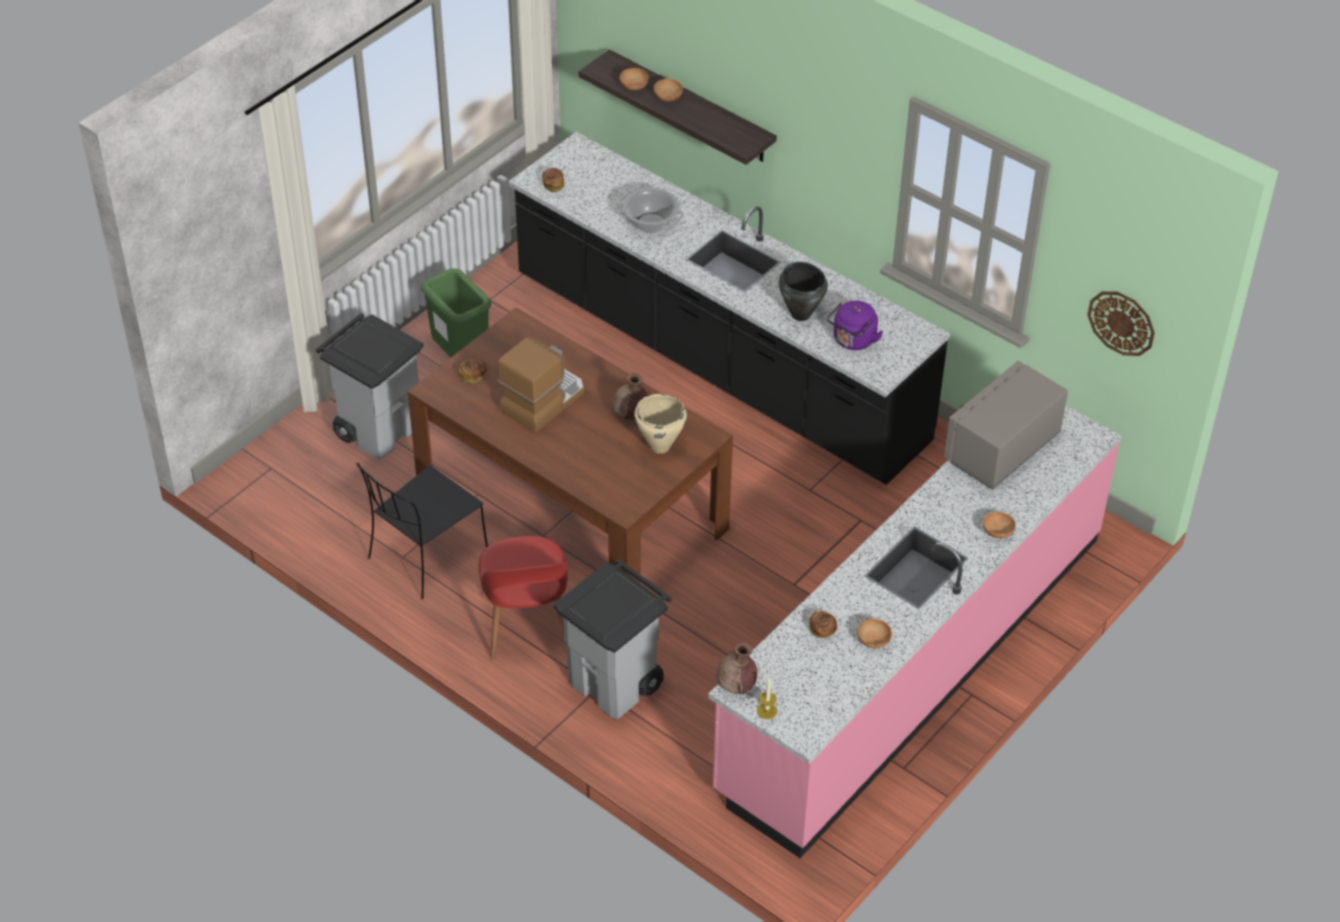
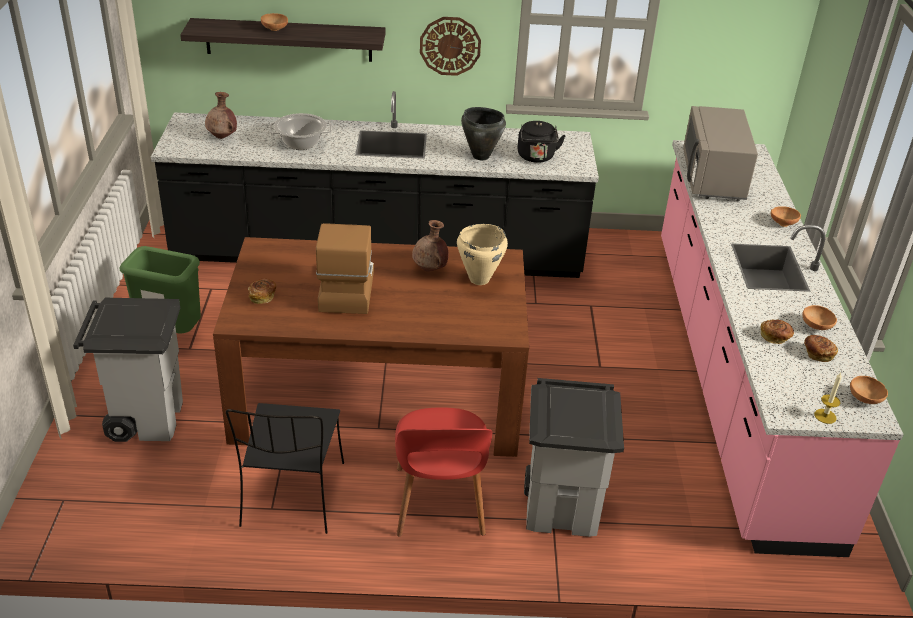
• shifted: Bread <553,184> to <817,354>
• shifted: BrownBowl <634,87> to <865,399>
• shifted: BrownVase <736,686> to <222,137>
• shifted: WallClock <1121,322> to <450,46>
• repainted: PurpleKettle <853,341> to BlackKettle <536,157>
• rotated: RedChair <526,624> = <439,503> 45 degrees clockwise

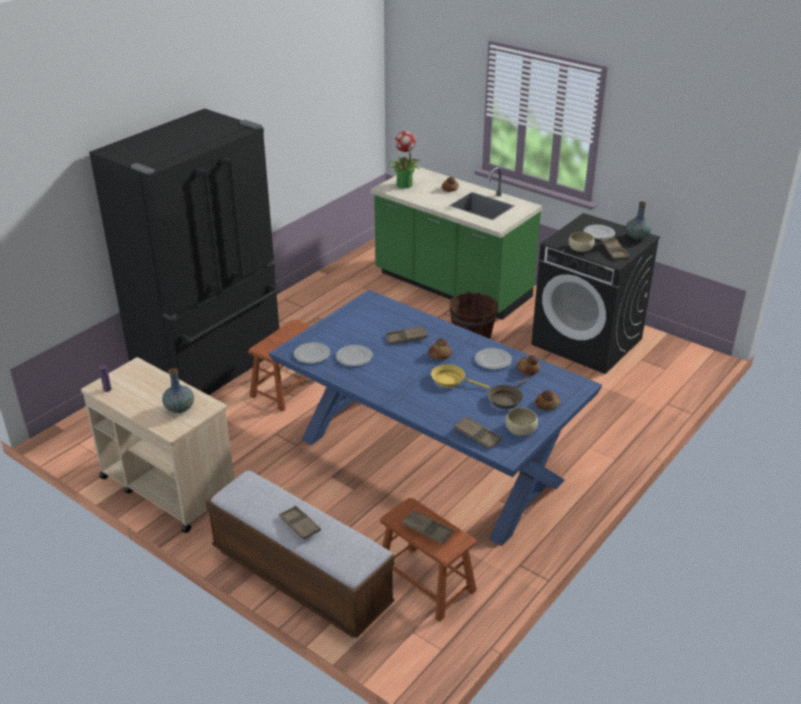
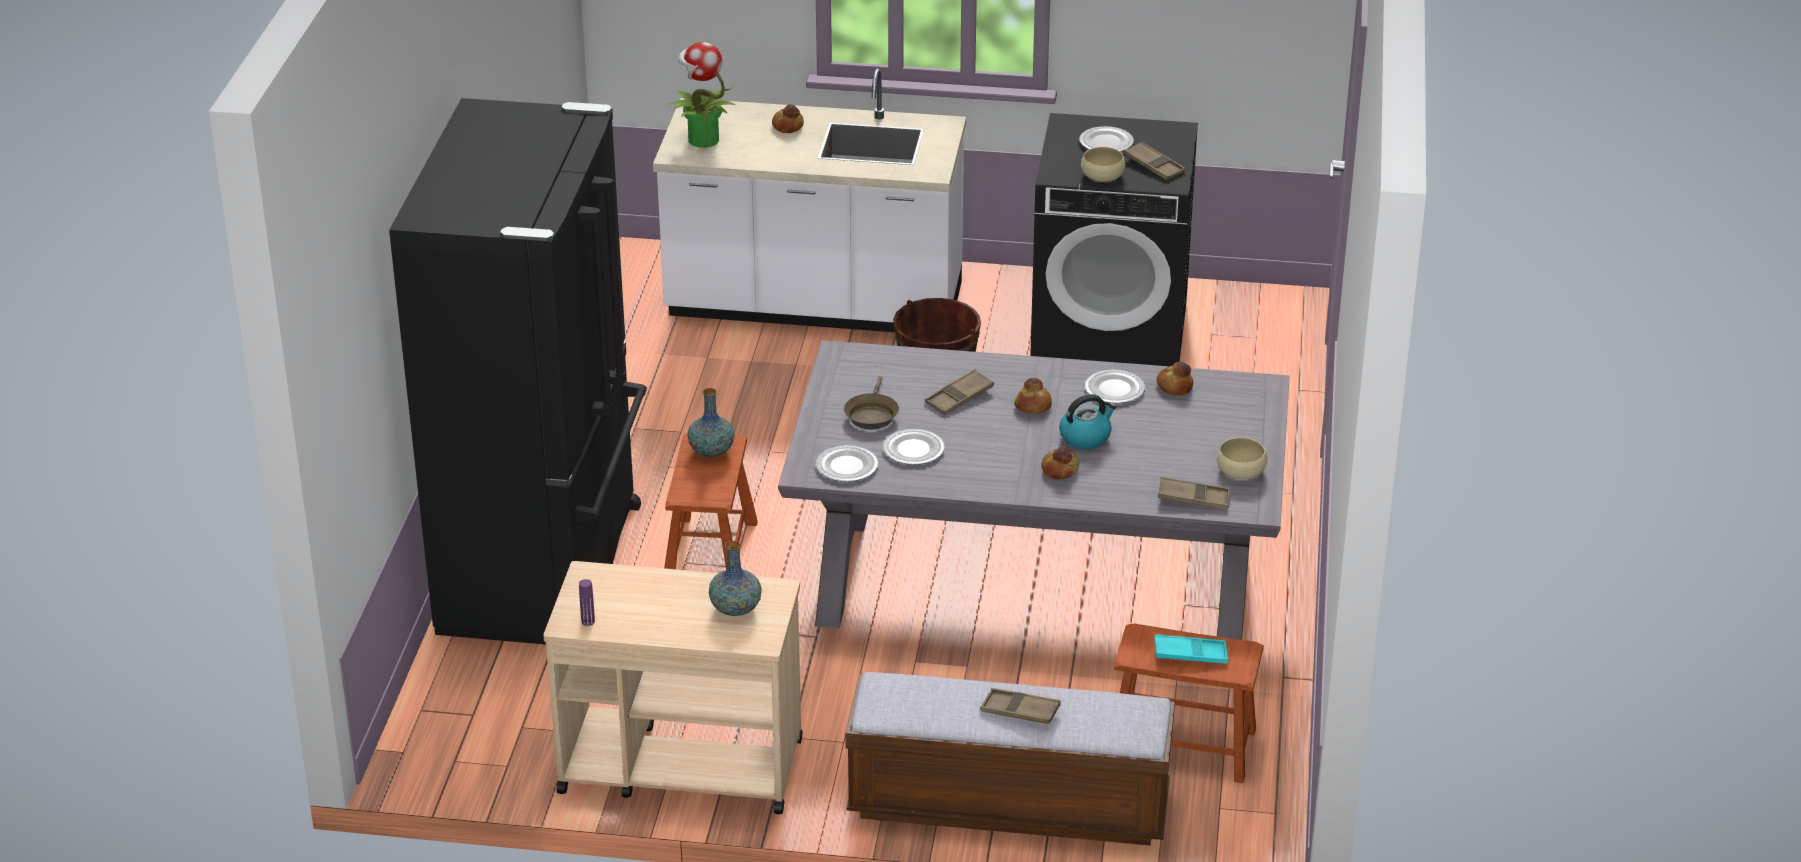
• shifted: BrownFryingPan <506,399> to <871,415>
• shifted: Bread <547,404> to <1060,470>
• shifted: Vase <636,237> to <711,451>
• swapped: YellowFryingPan <451,380> to Kettle <1085,437>
• repainted: BlueDiningTable <428,459> to GreyDiningTable <1033,586>
• repainted: GreenCounter <452,286> to WhiteCounter <814,304>
• repainted: BrownTray <427,530> to TurquoiseTray <1190,654>

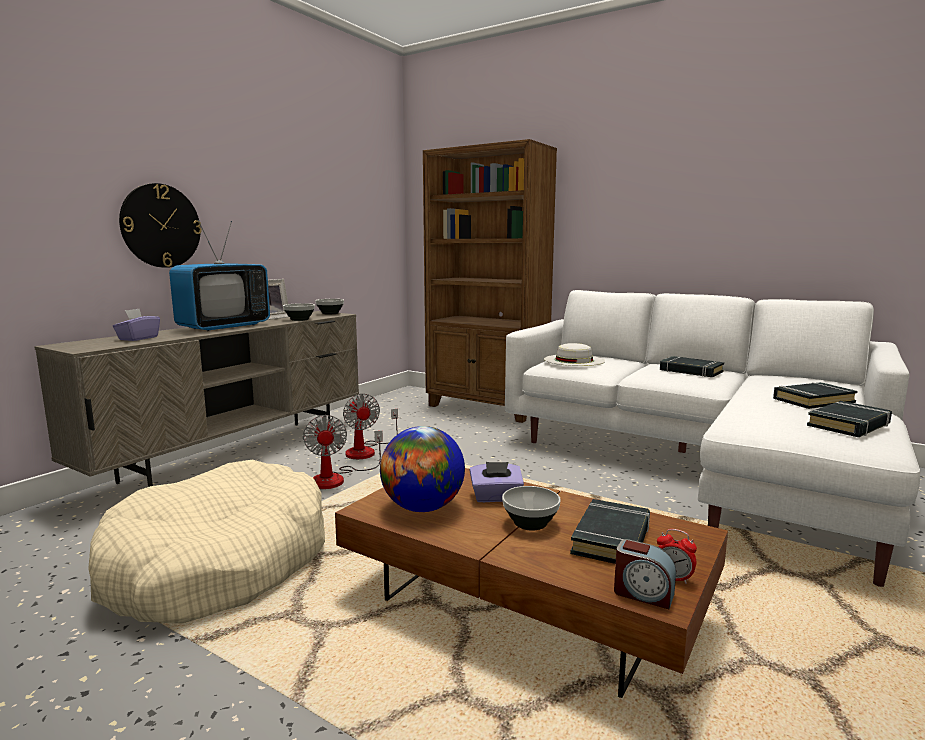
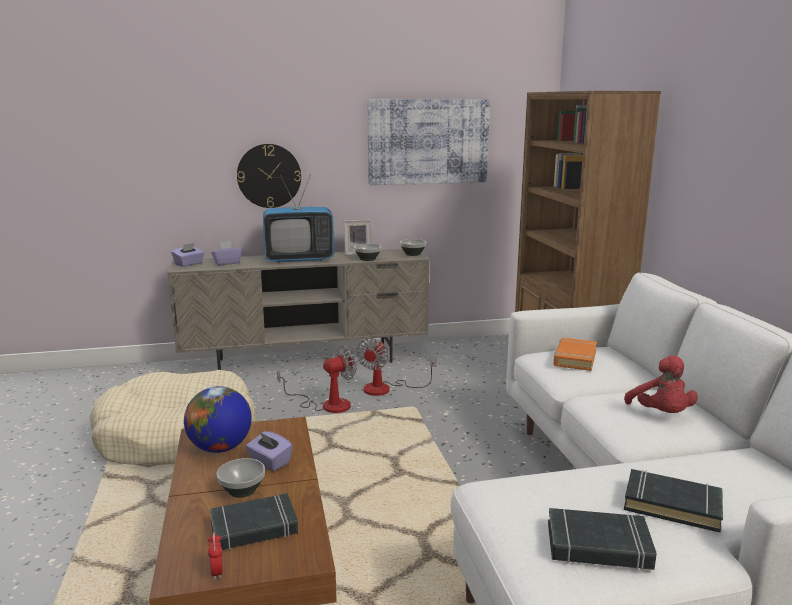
• gone: AlarmClock <643,594>
• new: PurpleTissueBox <189,264>
• new: Picture <427,141>
• swapped: WhiteHat <574,360> to OrangeBook <575,358>
• swapped: BlackBook <690,371> to RedPlushToy <661,414>
• rotated: Fan <337,478> = <327,404> 150 degrees counterclockwise

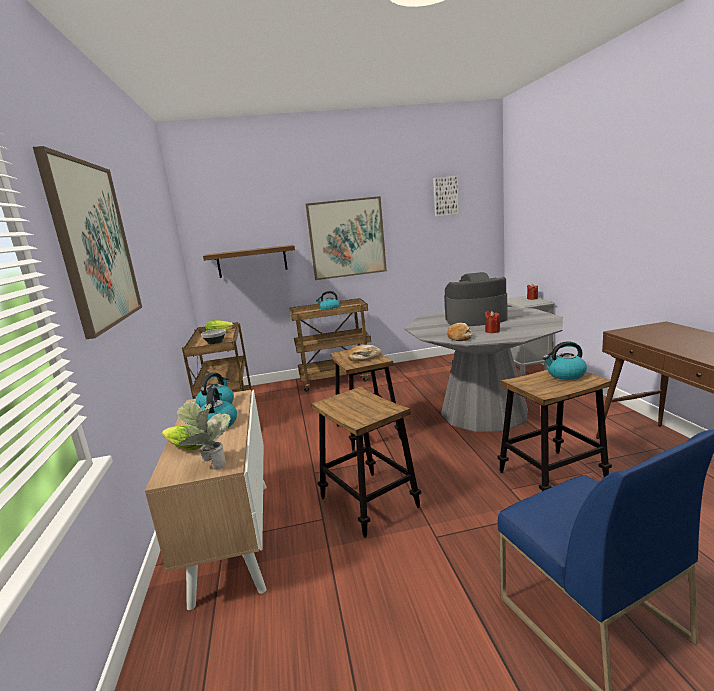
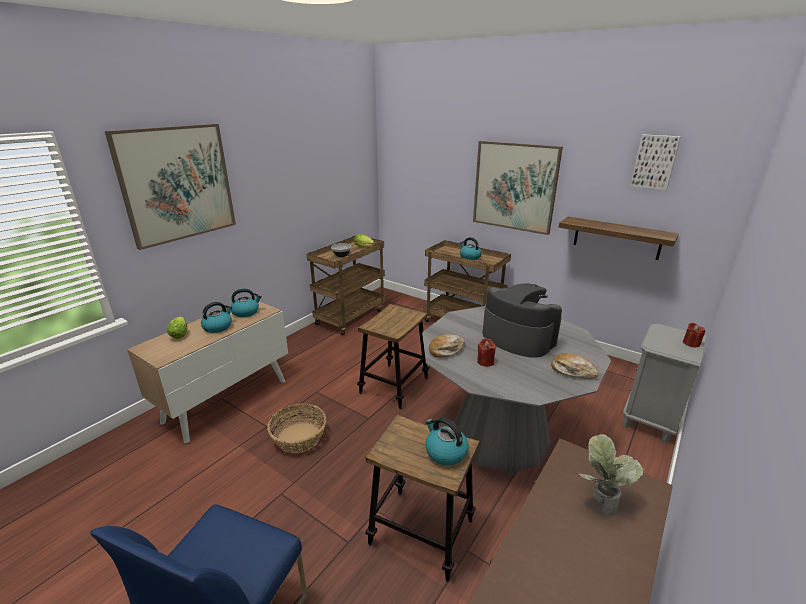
• shifted: PottedPlant <210,465> to <599,501>
• shifted: Shelf <252,261> to <617,238>
• shifted: Bread <364,358> to <572,371>
• swapped: Stool <369,502> to Basket <299,438>

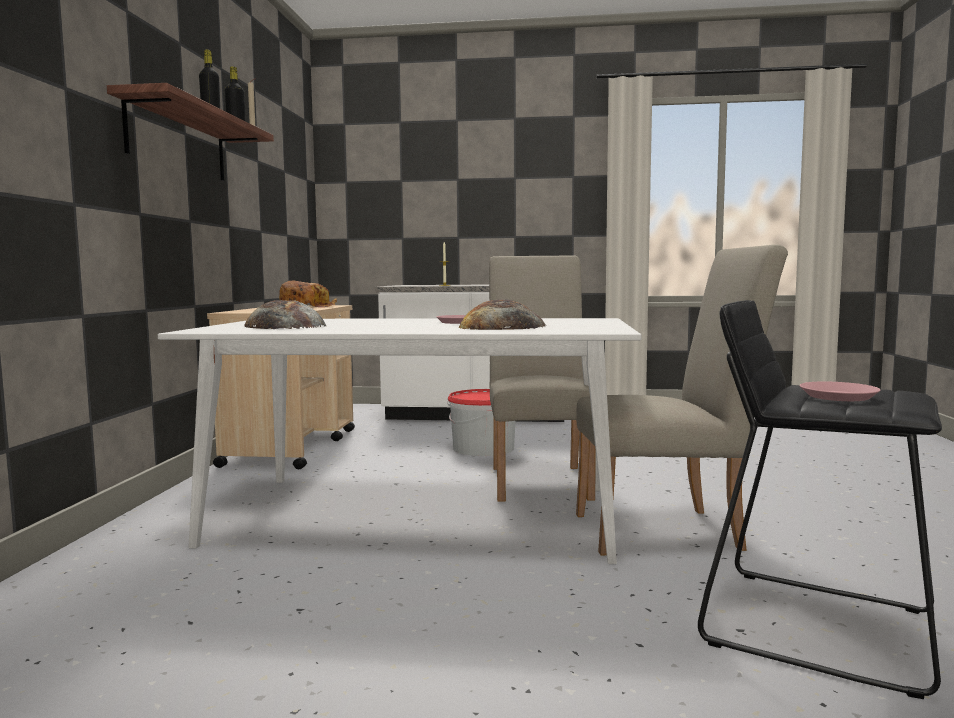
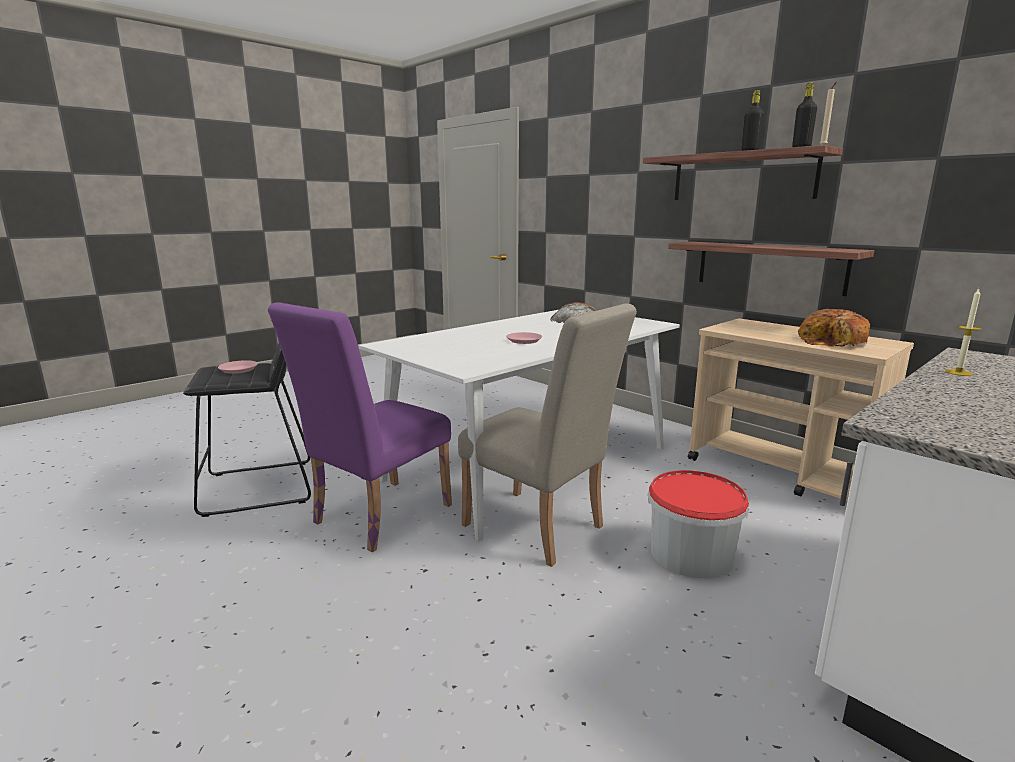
• gone: Bread <502,326>
• new: Shelf <769,267>
• repainted: BeigeChair <669,531> to PurpleChair <375,517>

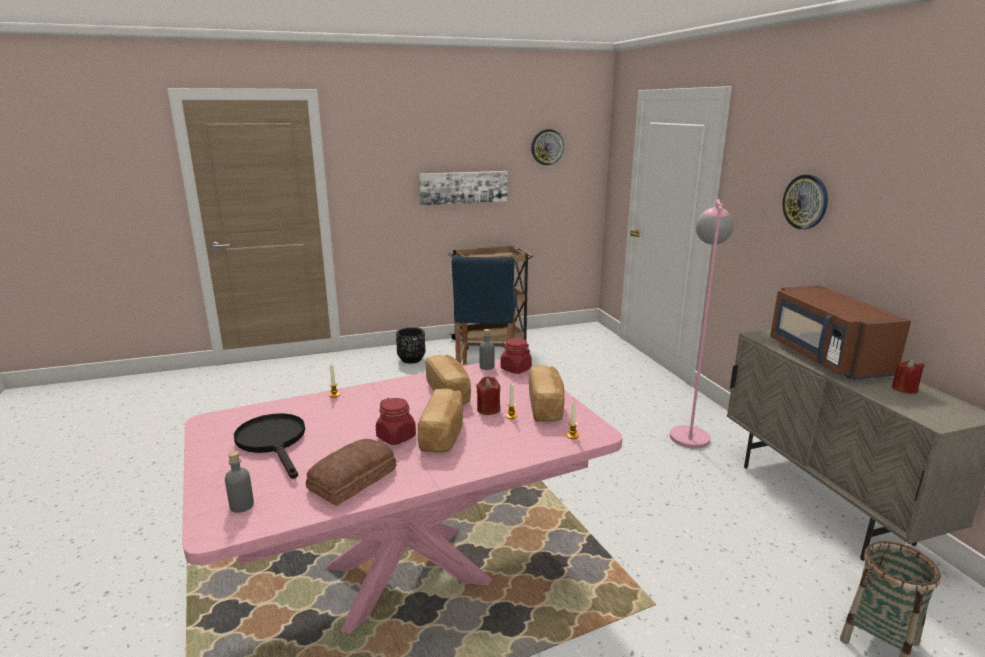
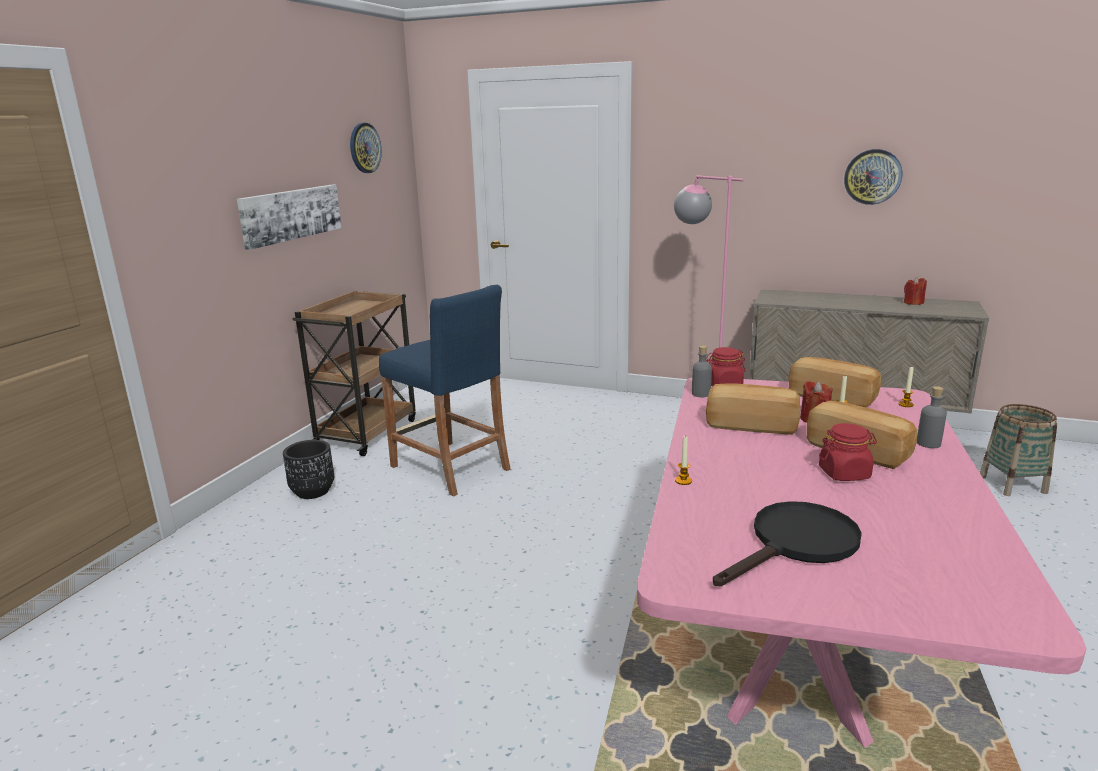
• gone: Bread <355,479>
• gone: BrownMicrowave <825,358>
• shifted: GreyBottle <242,505> to <928,443>
• shifted: WallClock <805,202> to <872,176>
• rotated: BlackFryingPan <274,442> = <796,544> 135 degrees clockwise

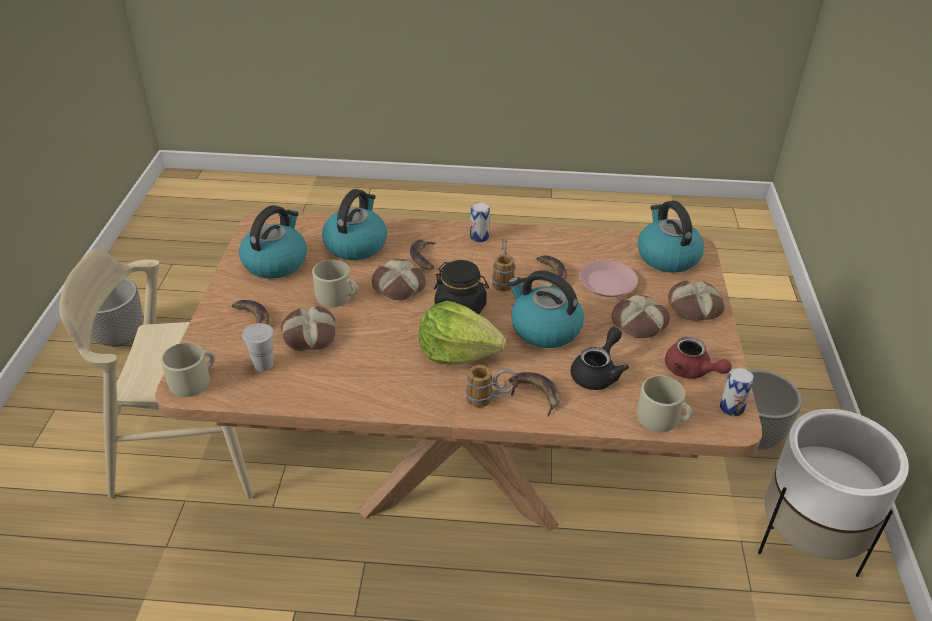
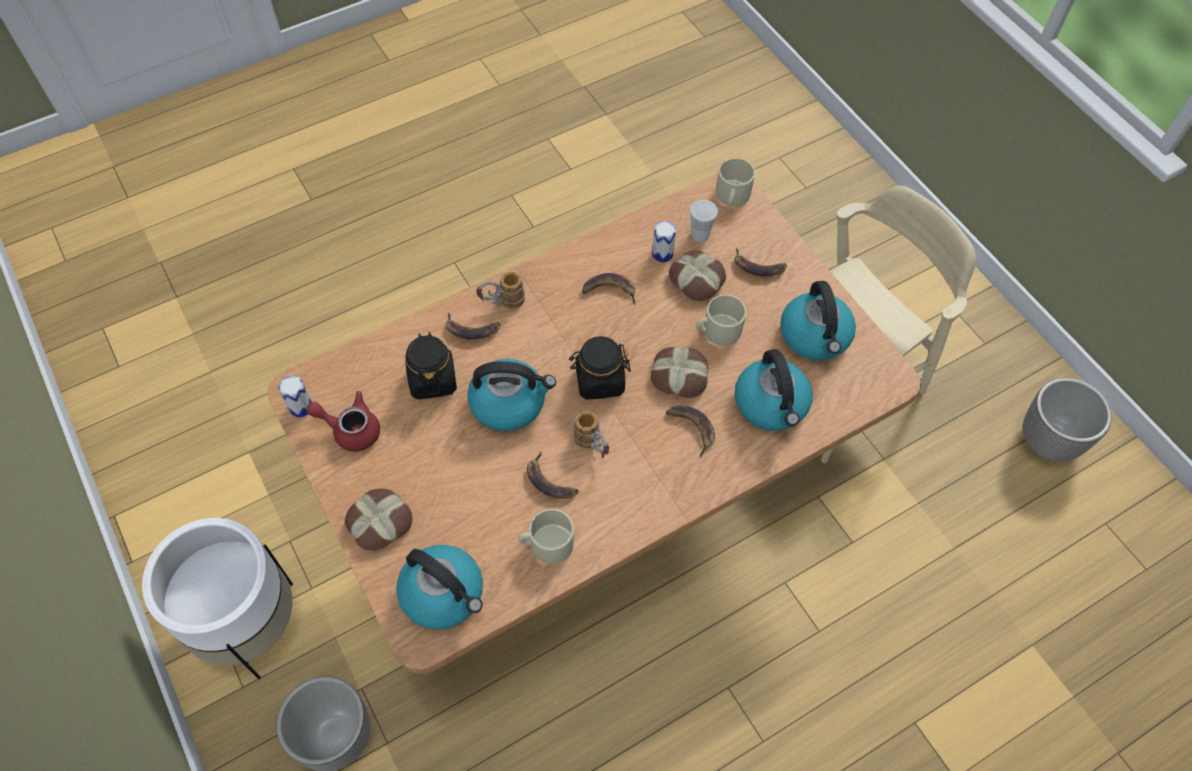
• gone: Lettuce <457,351>
• gone: PinkPlate <607,283>
• gone: Bread <640,323>
• new: Banana <609,291>
• shifted: Can <479,237> to <662,254>
• shifted: BeigeMug <662,419> to <546,544>
• swapped: BlackTeapot <597,373> to BlackJar <432,379>

